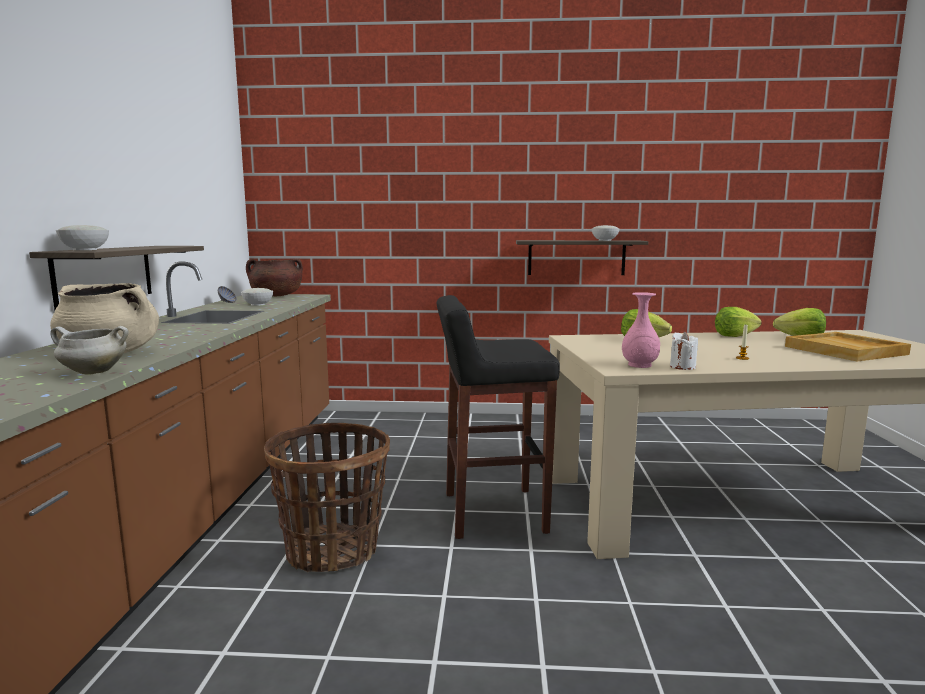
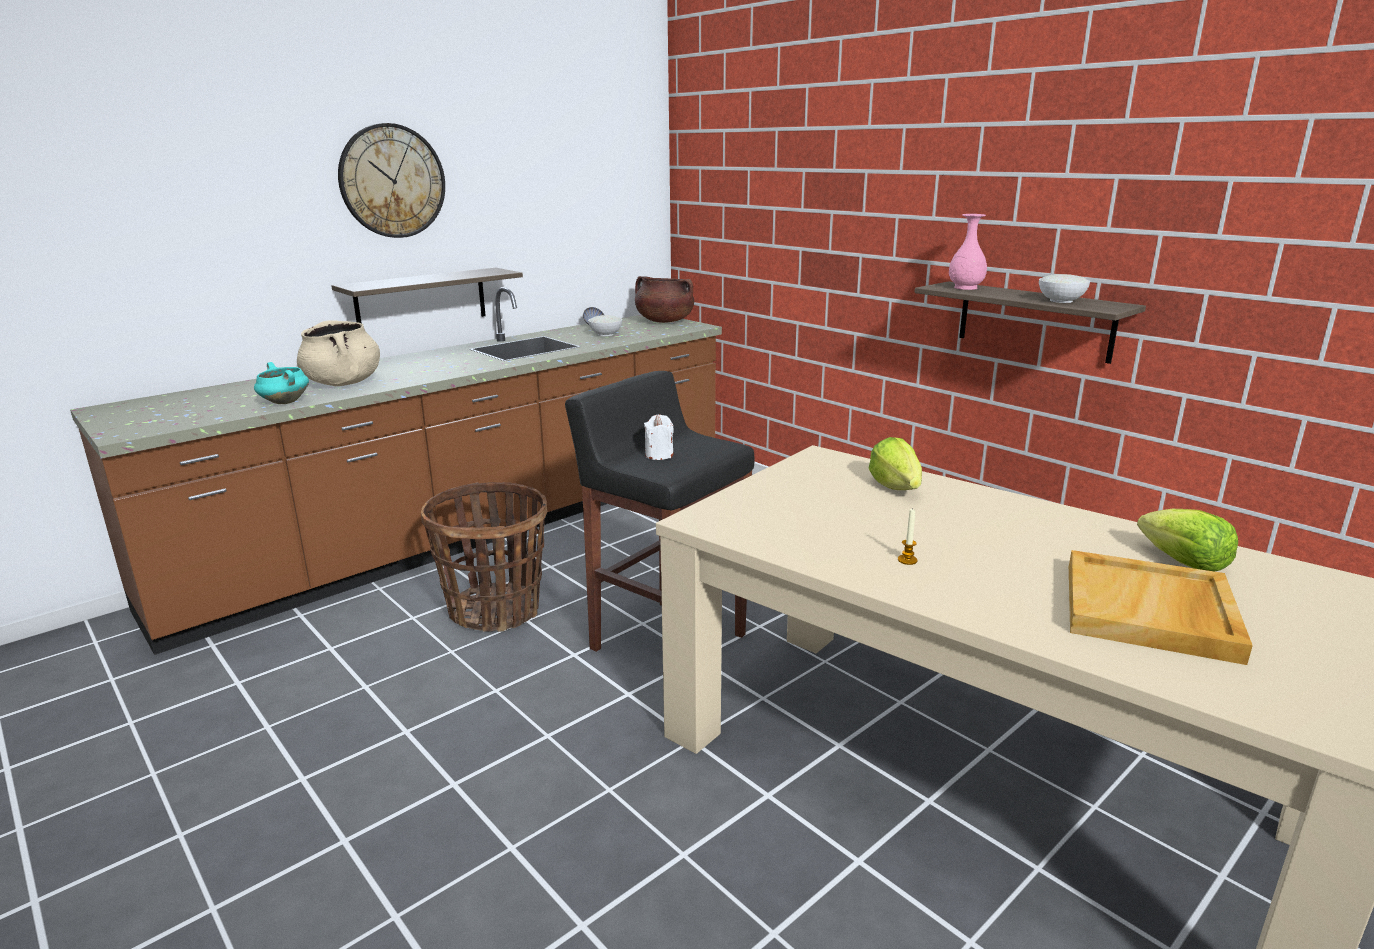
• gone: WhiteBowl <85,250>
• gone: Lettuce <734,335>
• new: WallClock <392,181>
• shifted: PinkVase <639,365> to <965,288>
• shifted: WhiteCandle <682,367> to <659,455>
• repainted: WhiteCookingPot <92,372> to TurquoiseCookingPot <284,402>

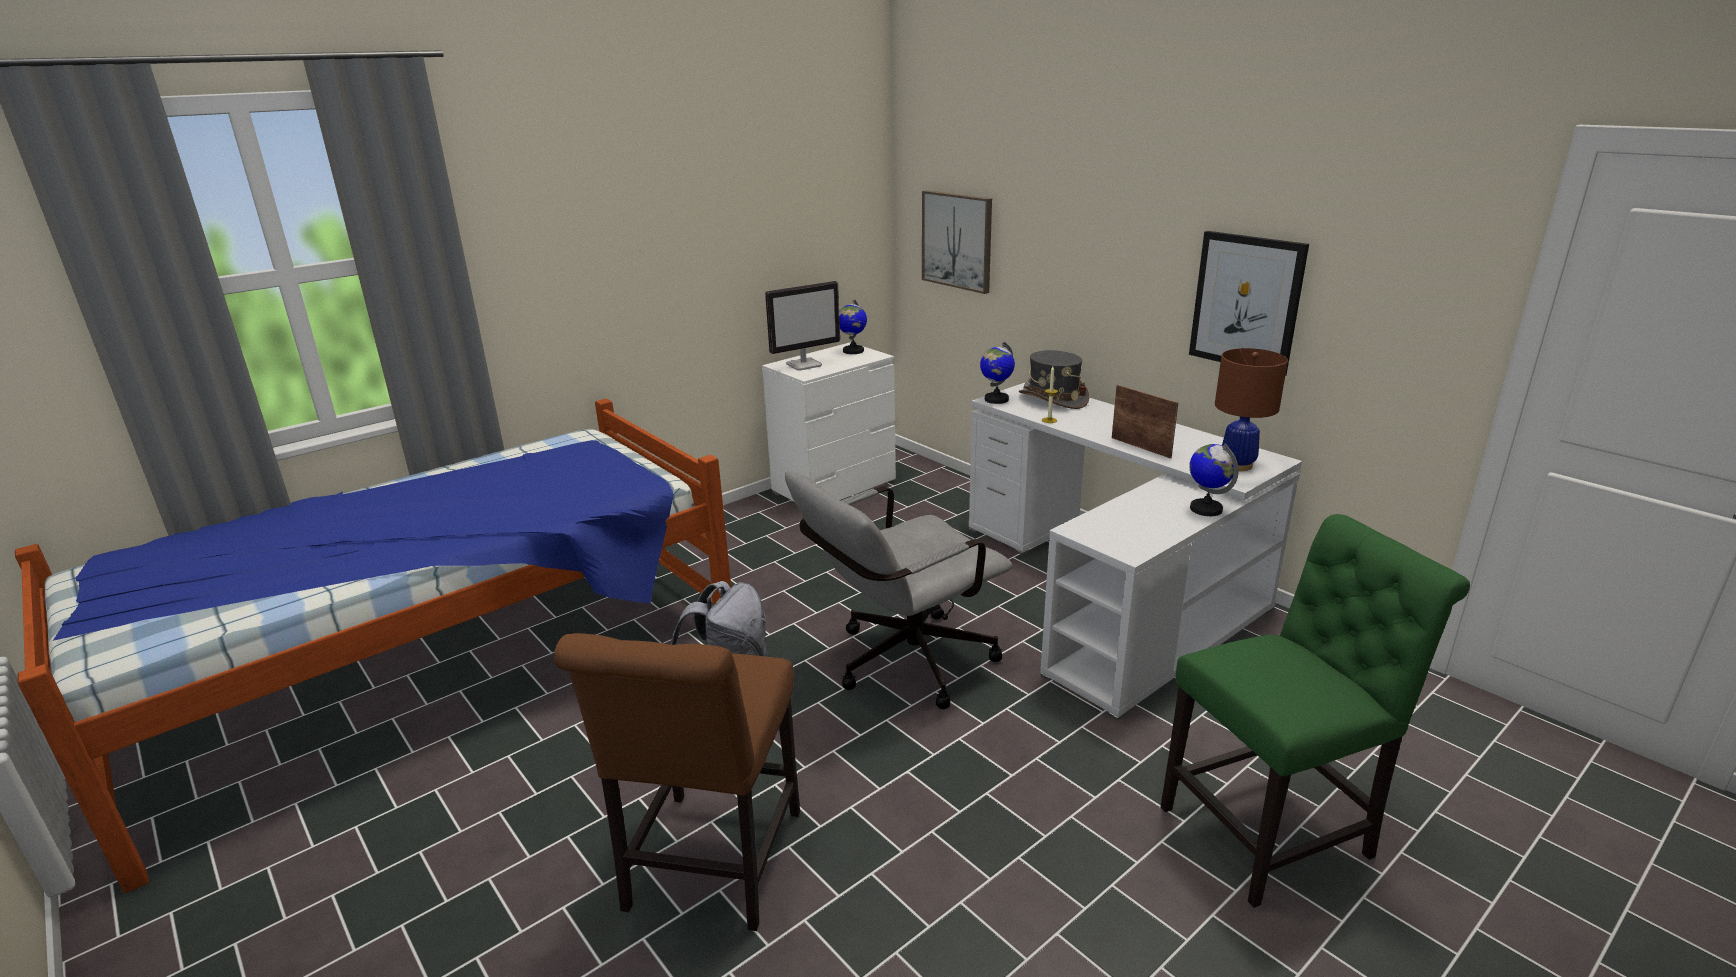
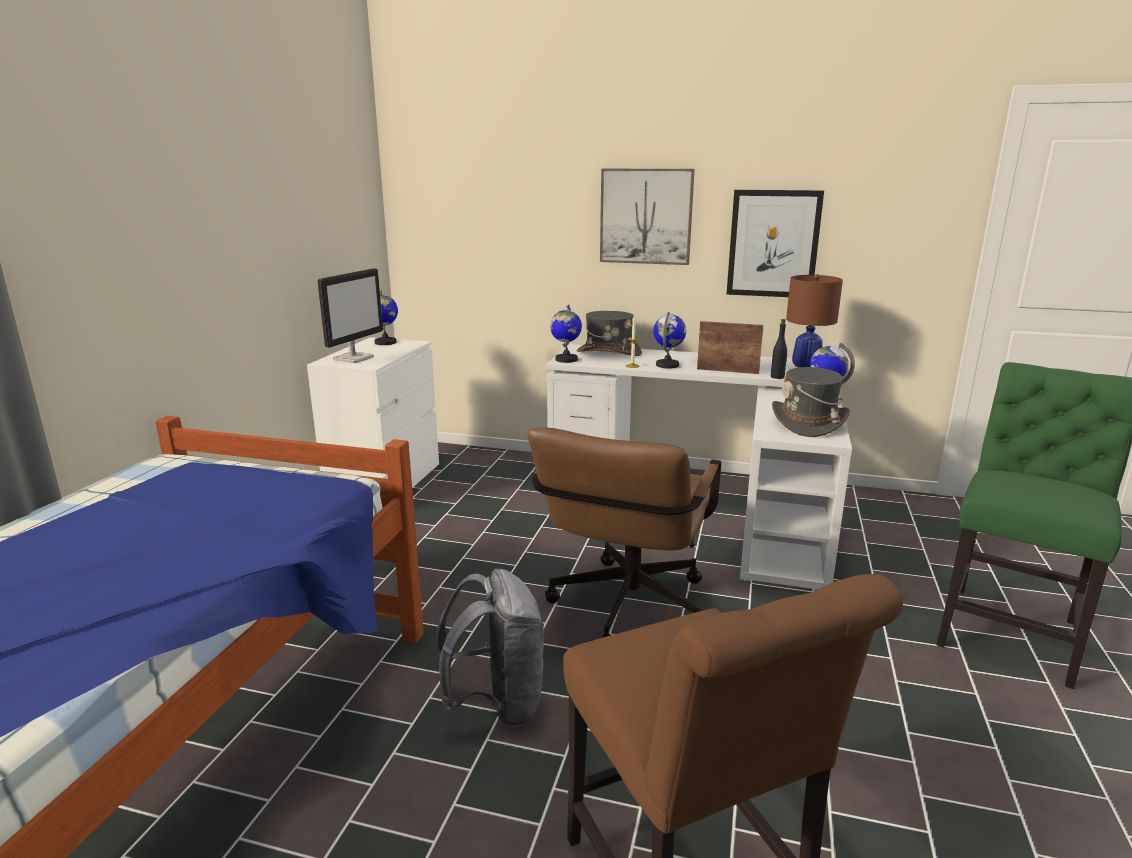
• new: Globe <667,365>
• new: BlackBottle <777,377>
• new: GreyHat <808,423>
• shifted: Picture <957,240> to <646,216>
• repainted: GreyOfficeChair <901,664> to BrownOfficeChair <626,613>

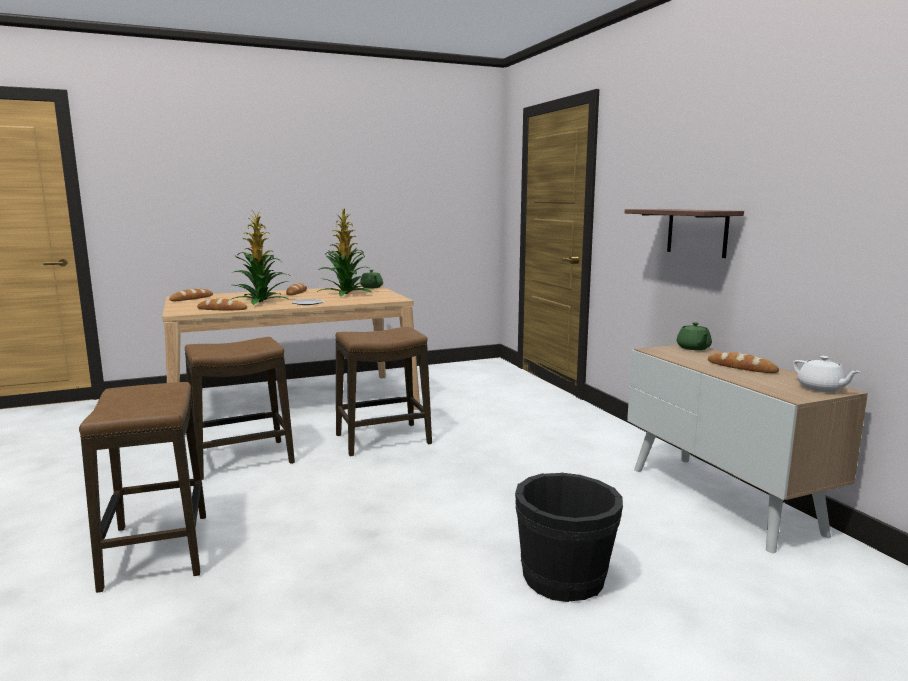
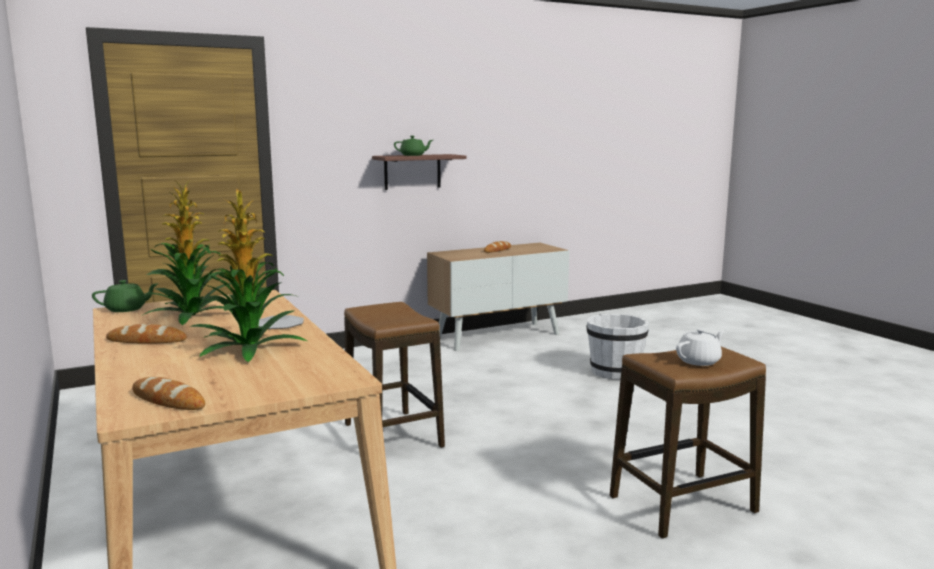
• gone: Stool <242,460>
• gone: Bread <222,309>
• shifted: GreenTeapot <693,348> to <413,155>
• shifted: WhiteTeapot <821,388> to <699,361>
• repainted: BlackBucket <564,578> to WhiteBucket <615,372>

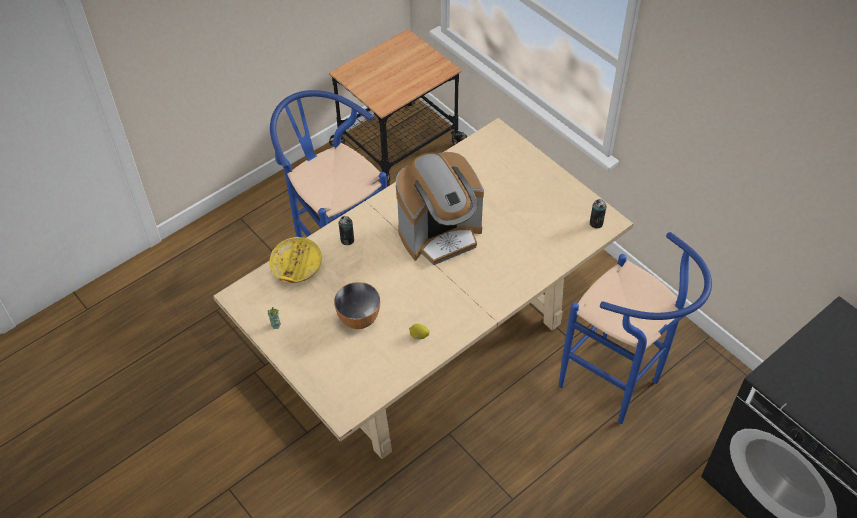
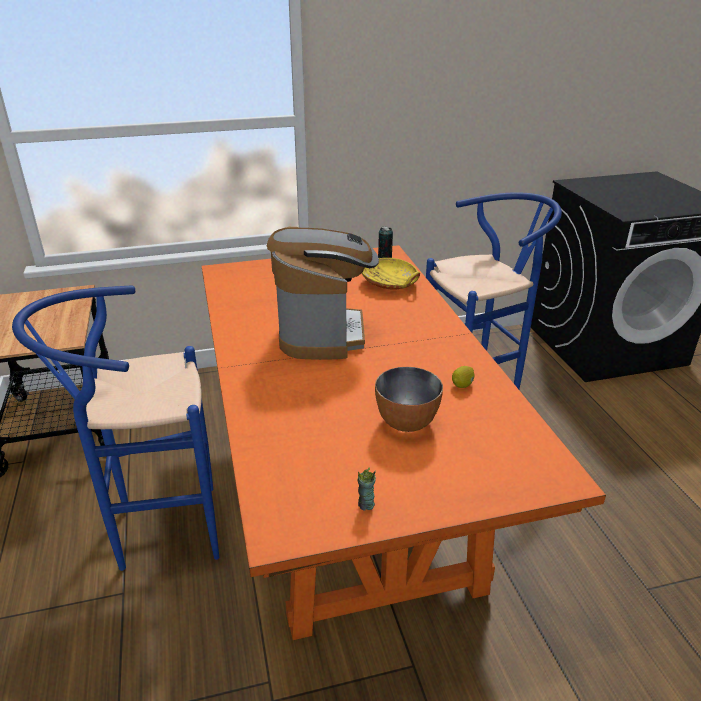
• gone: Can <347,240>
• shifted: YellowBowl <296,267> to <390,283>
• repainted: BeigeDiningTable <430,342> to OrangeDiningTable <349,493>

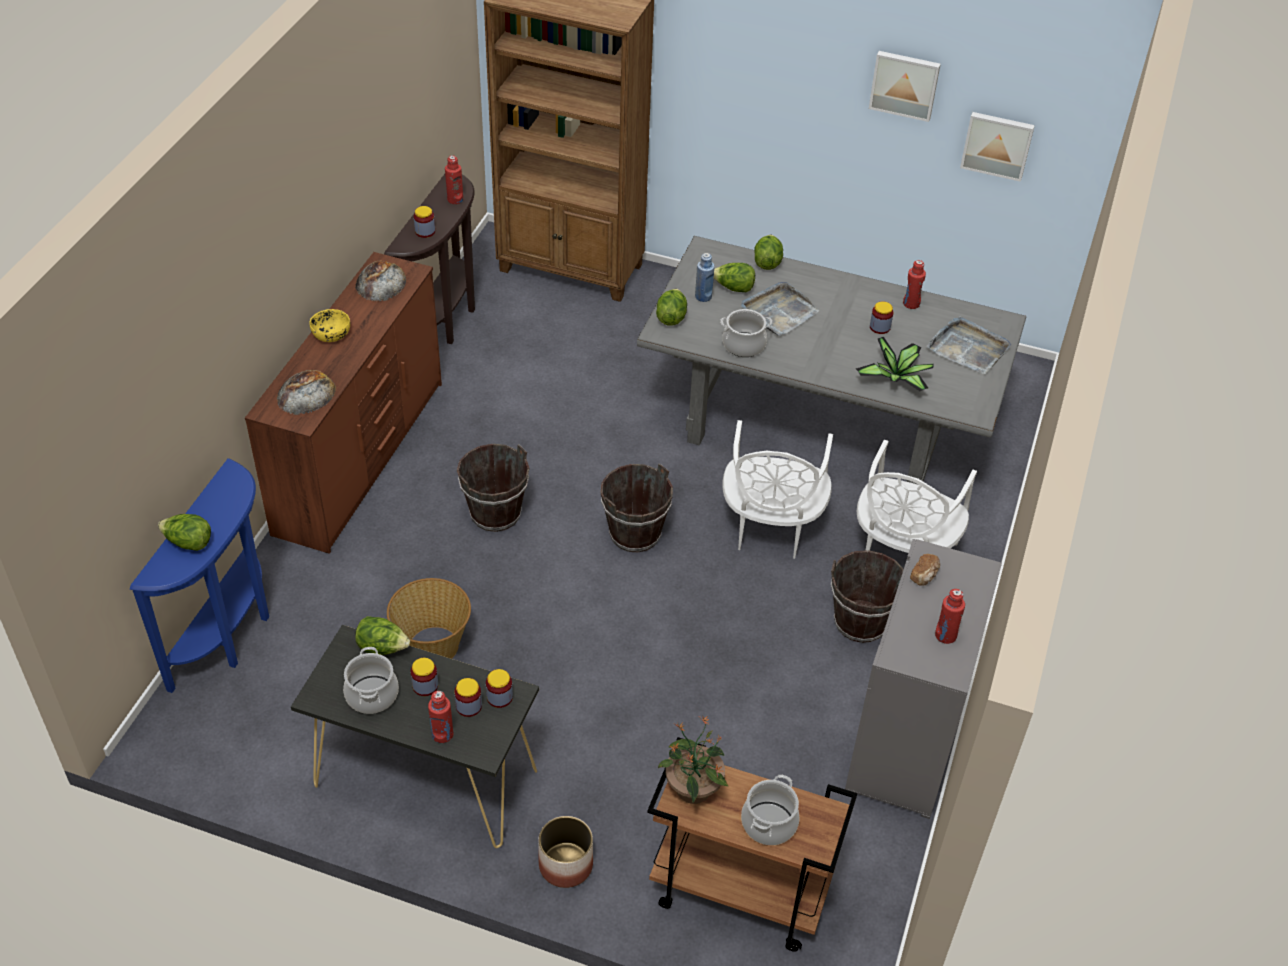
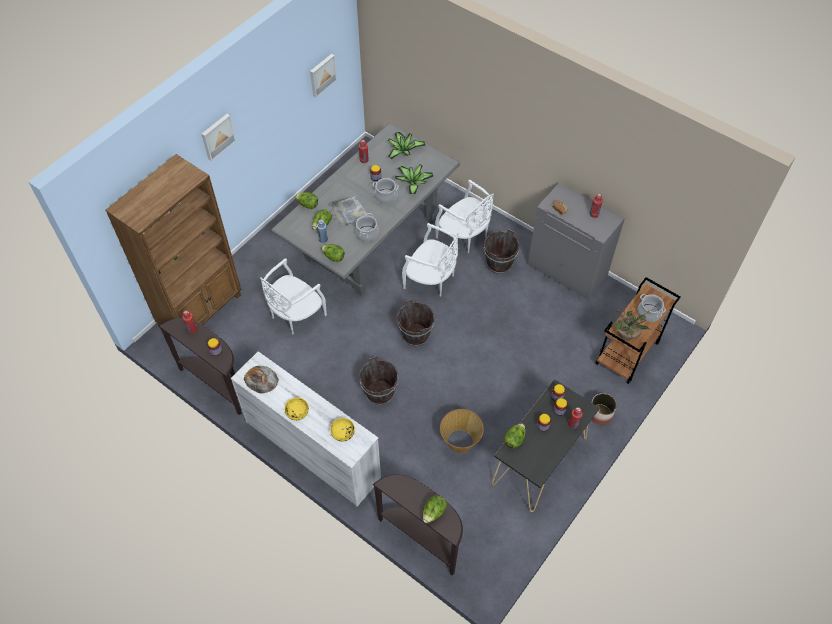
• new: WhiteChair <295,314>
• shifted: CookingPot <371,694> to <386,196>
• shifted: Picture <904,84> to <217,136>
• swapped: Bread <306,393> to YellowBowl <343,433>
• swapped: GreyTray <968,348> to PottedPlant <403,150>
• repainted: BlueConsoleTable <231,633> to BrownConsoleTable <422,537>
• repainted: BrownDresser <362,457> to WhiteDresser <312,449>

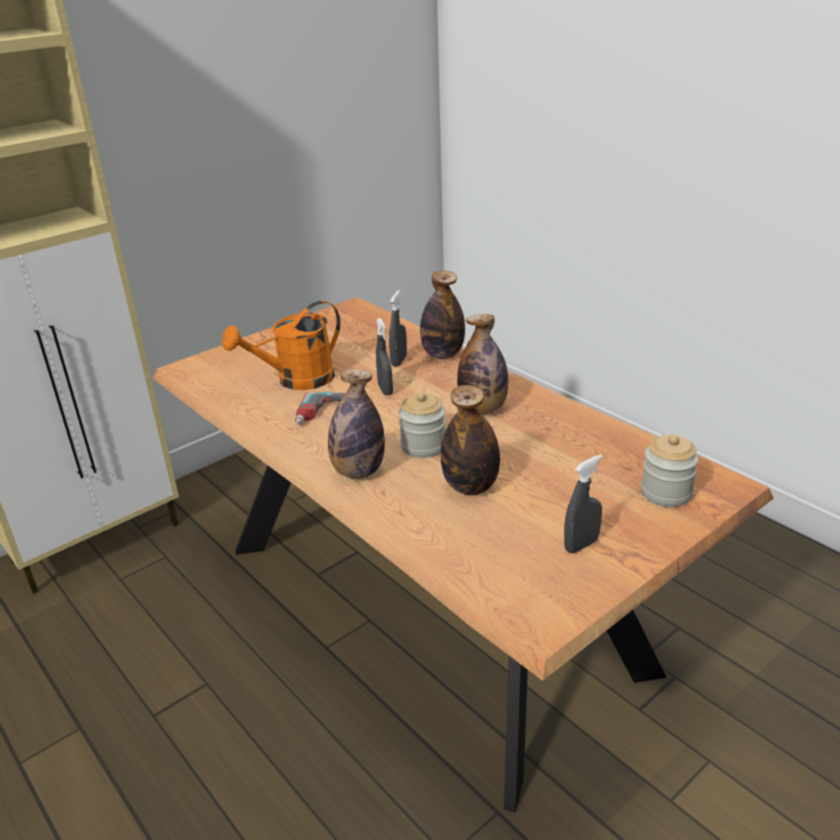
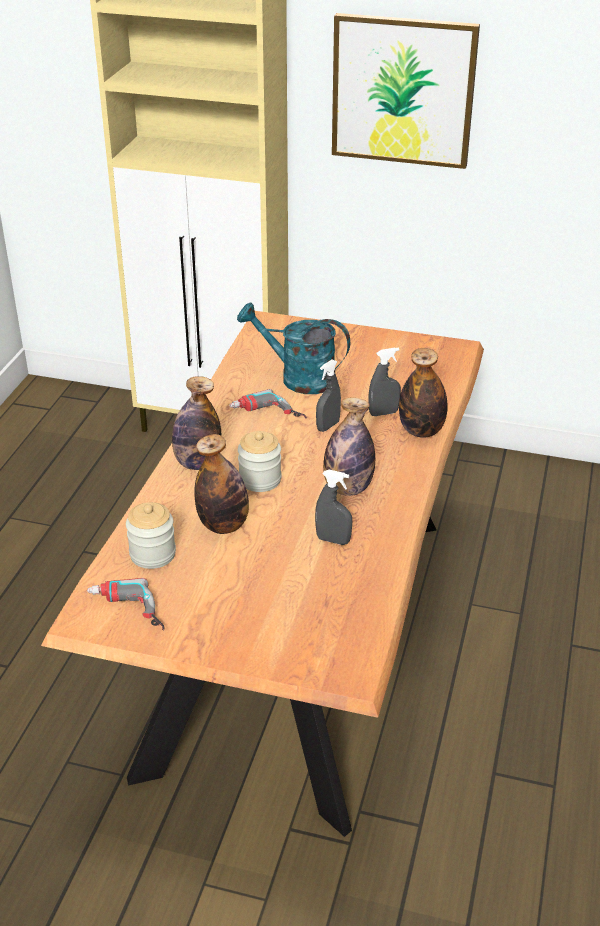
• new: PowerDrill <125,613>
• new: Picture <403,91>
• shifted: GreySprayBottle <581,545> to <333,540>
• shifted: Jar <666,493> to <152,554>
• repainted: OrangeWateringCan <296,380> to TurquoiseWateringCan <298,378>

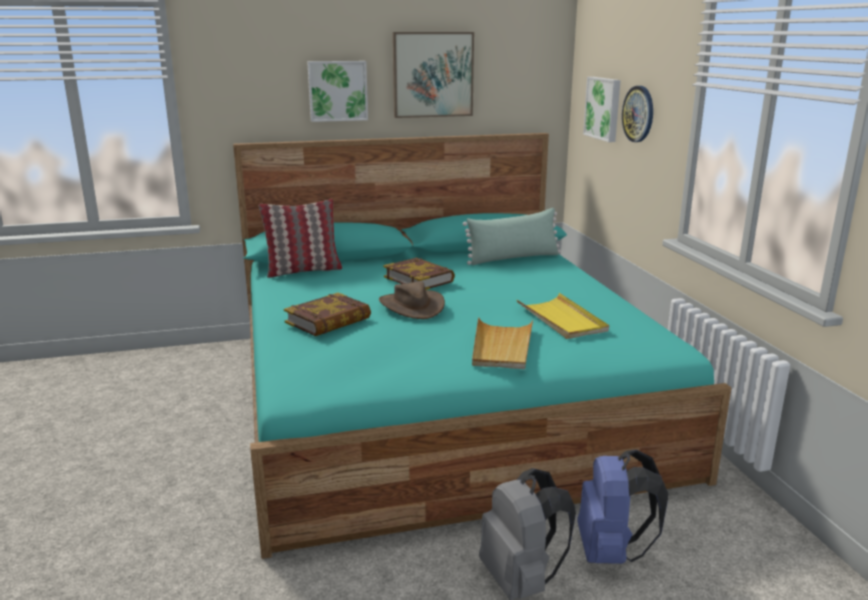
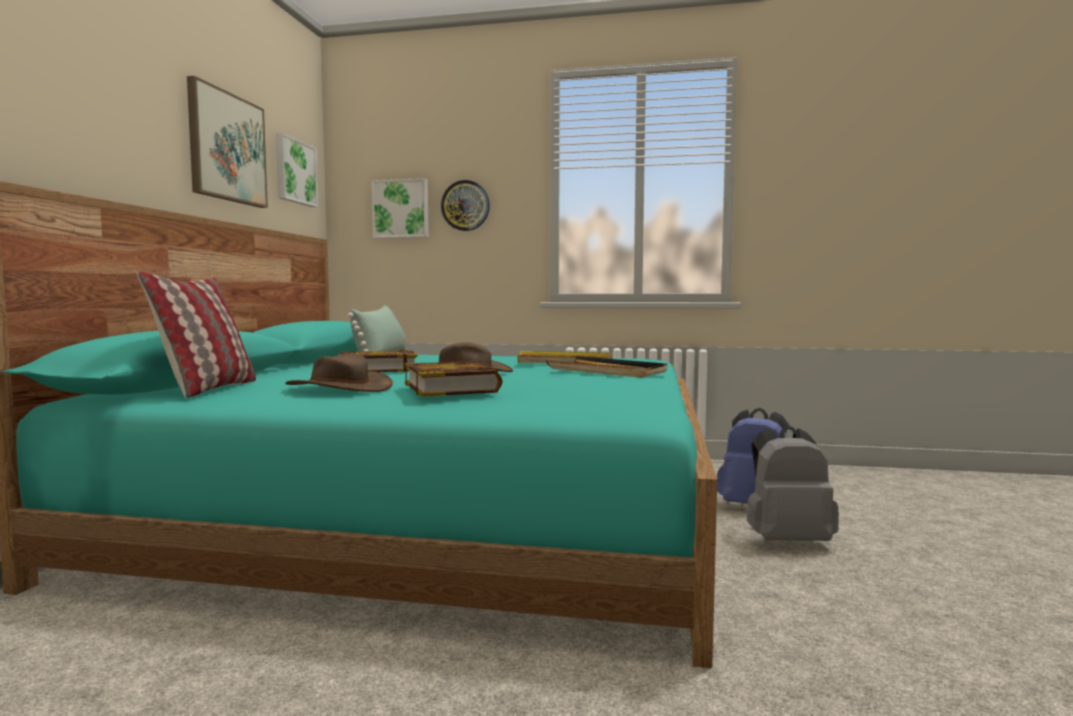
• new: BrownHat <339,387>
• shifted: Picture <337,91> to <294,172>
• repainted: BeigeTray <501,347> to BlackTray <607,371>

